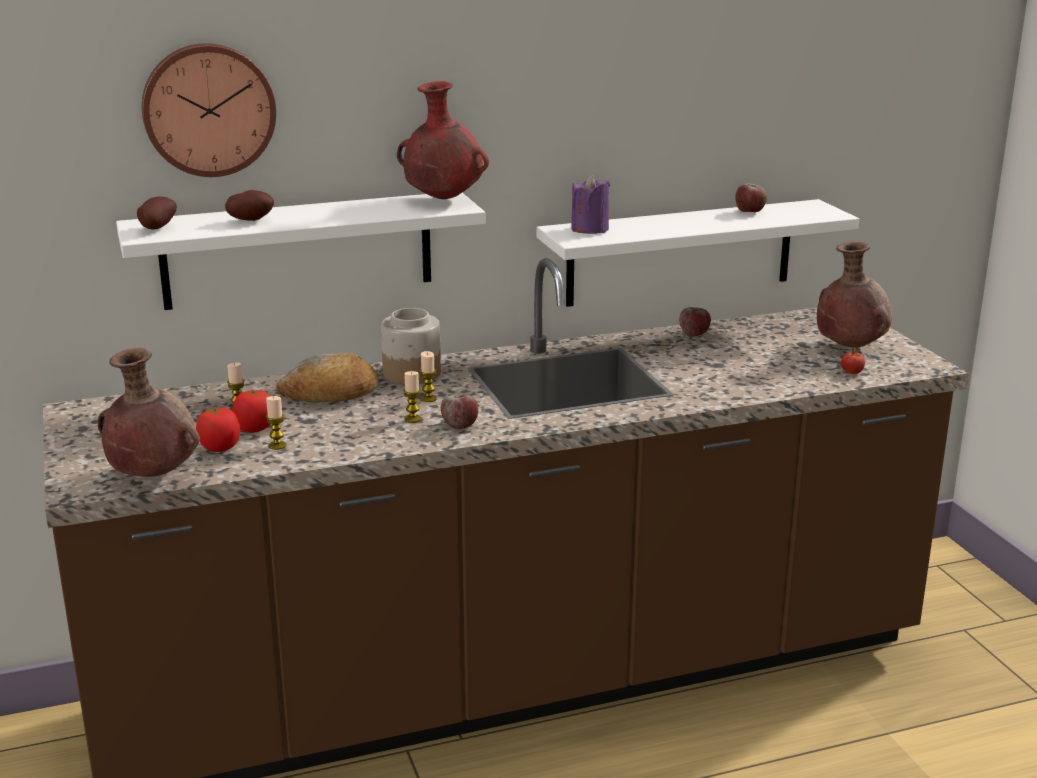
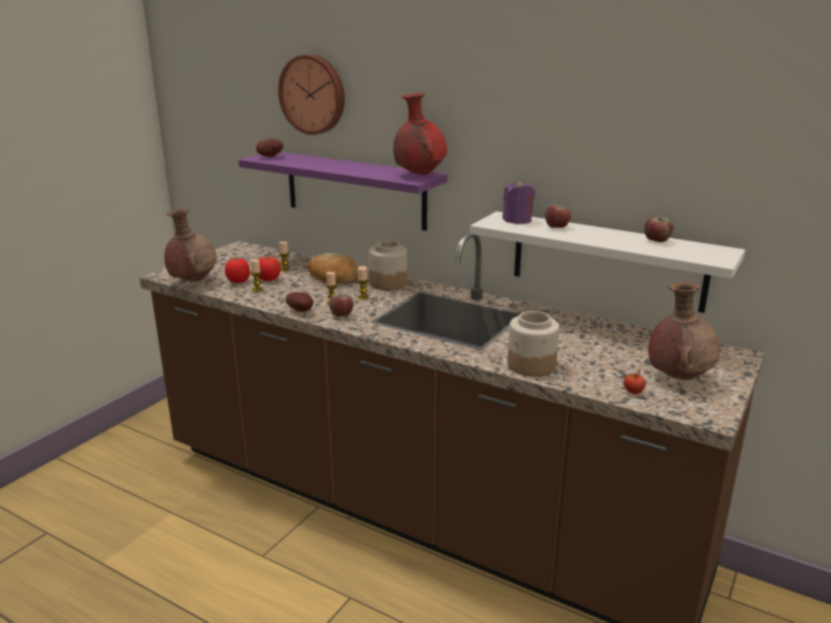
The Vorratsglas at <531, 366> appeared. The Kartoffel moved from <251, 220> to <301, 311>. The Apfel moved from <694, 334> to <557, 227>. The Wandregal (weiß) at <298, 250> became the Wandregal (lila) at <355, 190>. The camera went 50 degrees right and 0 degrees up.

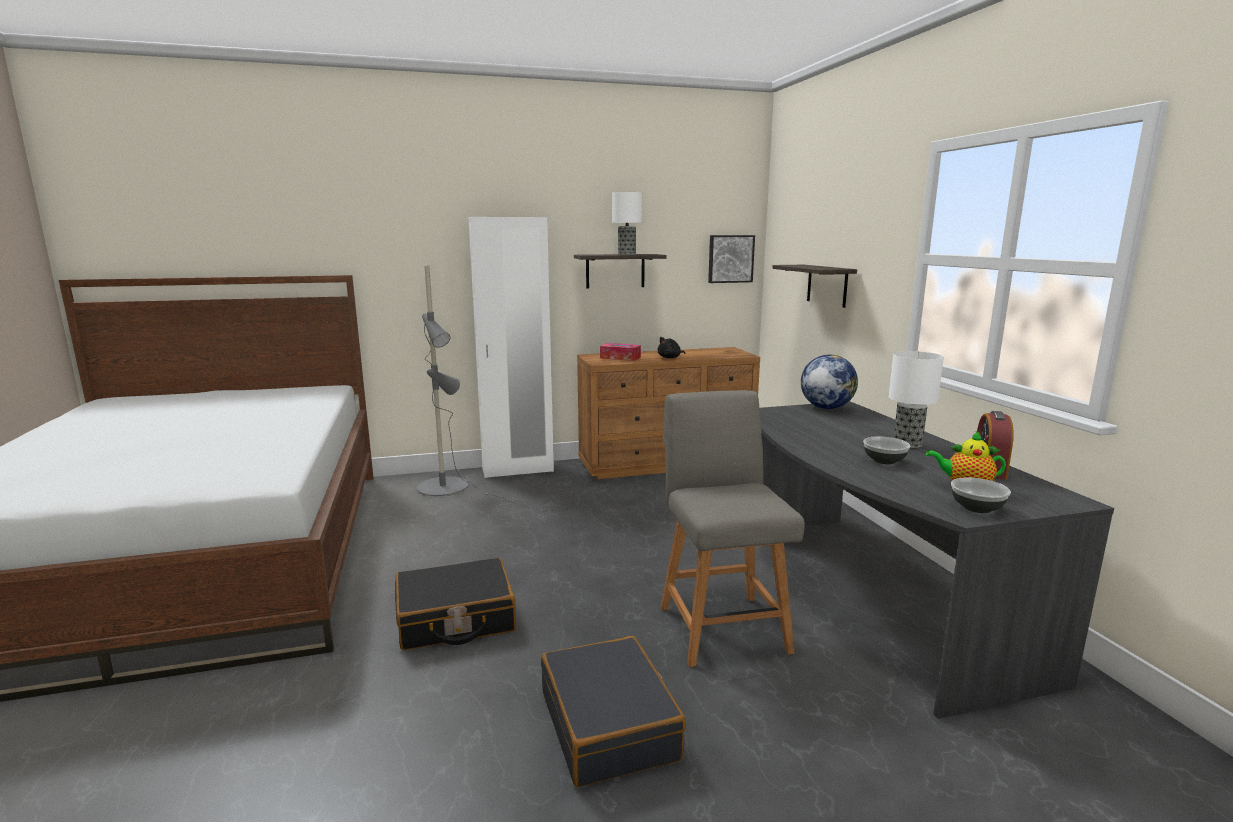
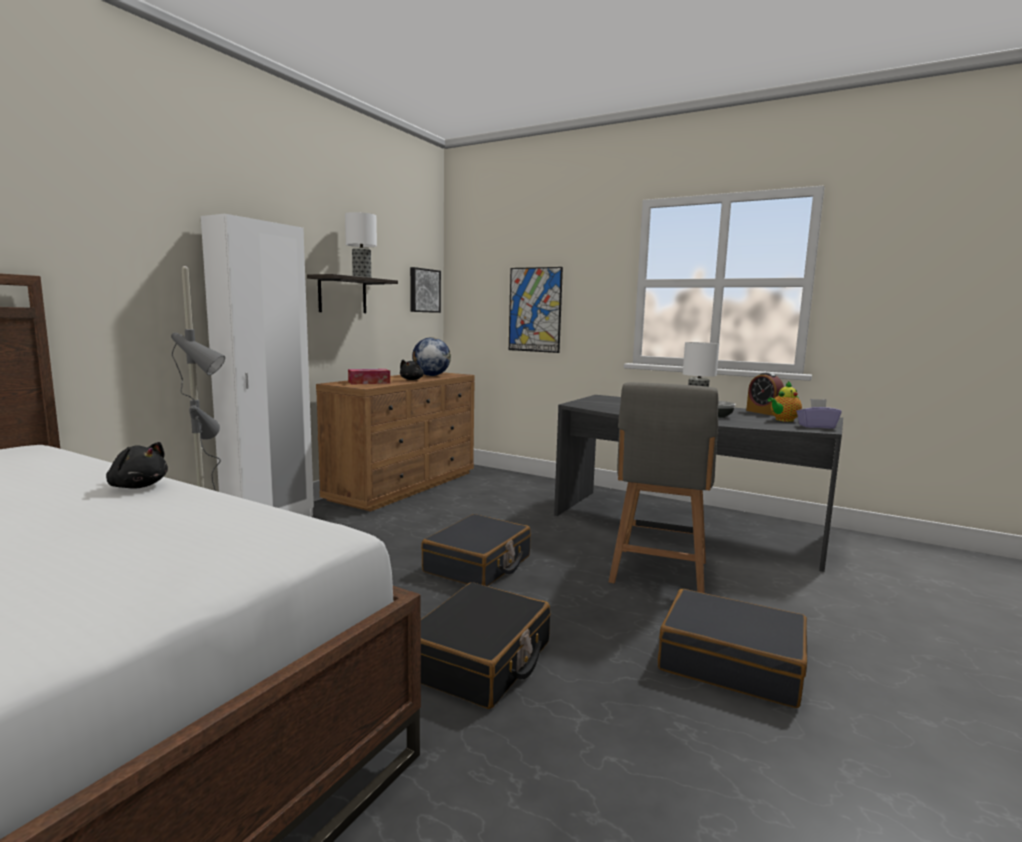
The Plüschtier (schwarz) at <137, 486> appeared. The Koffer (schwarz) at <478, 564> appeared. The Globus moved from <826, 408> to <431, 375>. The Wandregal at <827, 285> was replaced by the Bild at <535, 310>. The Schüssel at <976, 508> was replaced by the Taschentuchbox (lila) at <816, 426>. The Stuhl (grau) at <721, 626> turned 105 degrees counterclockwise. The camera went 45 degrees left and 5 degrees down.

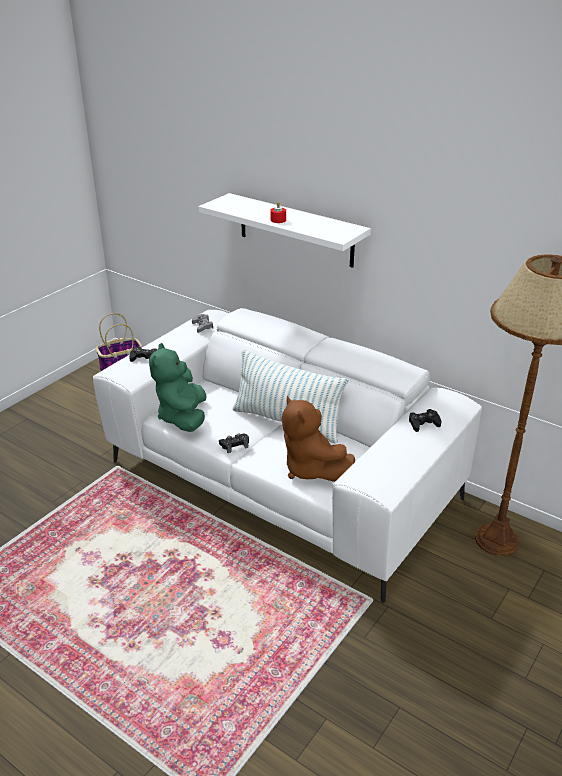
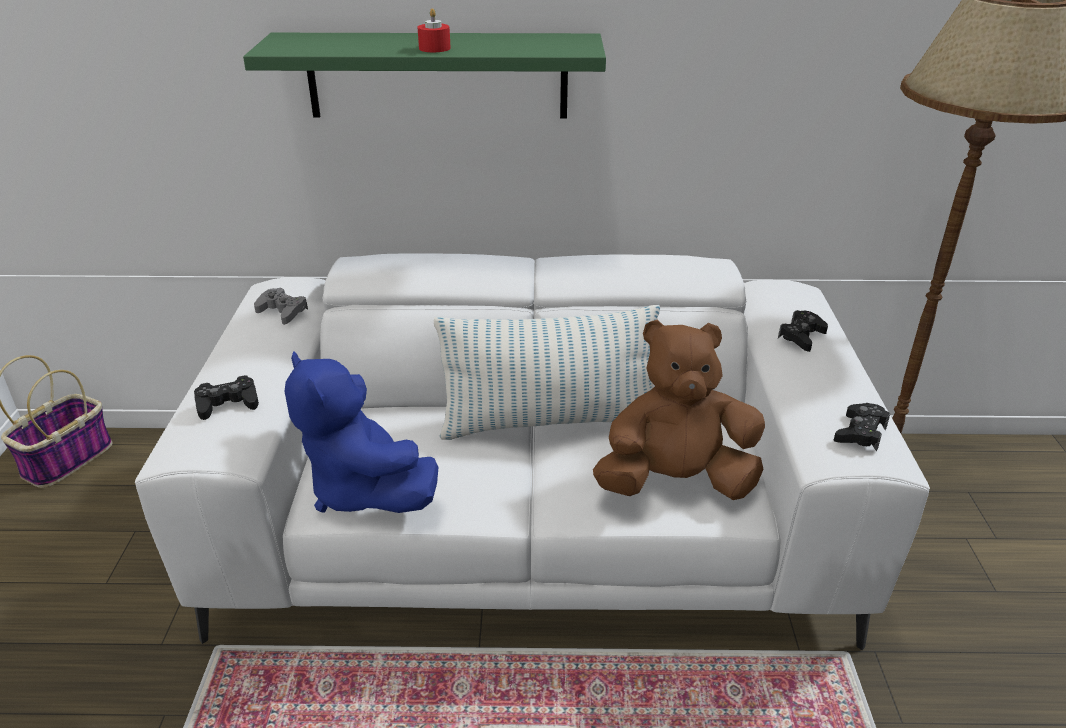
The Gamepad (schwarz) moved from <234, 445> to <860, 433>. The Plüschtier (grün) at <183, 417> became the Plüschtier (blau) at <363, 490>. The Wandregal (weiß) at <295, 230> became the Wandregal (grün) at <437, 76>. The Plüschtier (braun) at <311, 469> turned 150 degrees clockwise. The camera went 35 degrees left and 0 degrees up.

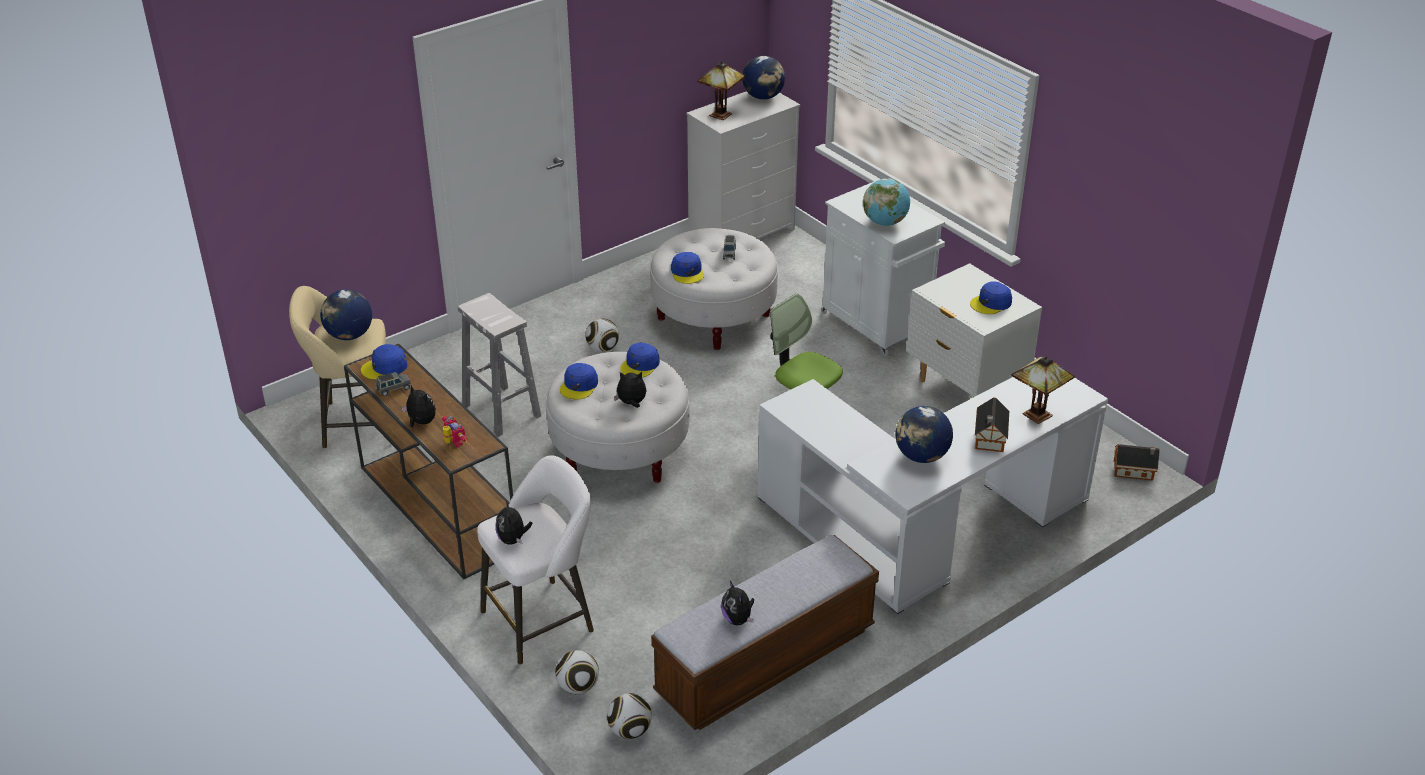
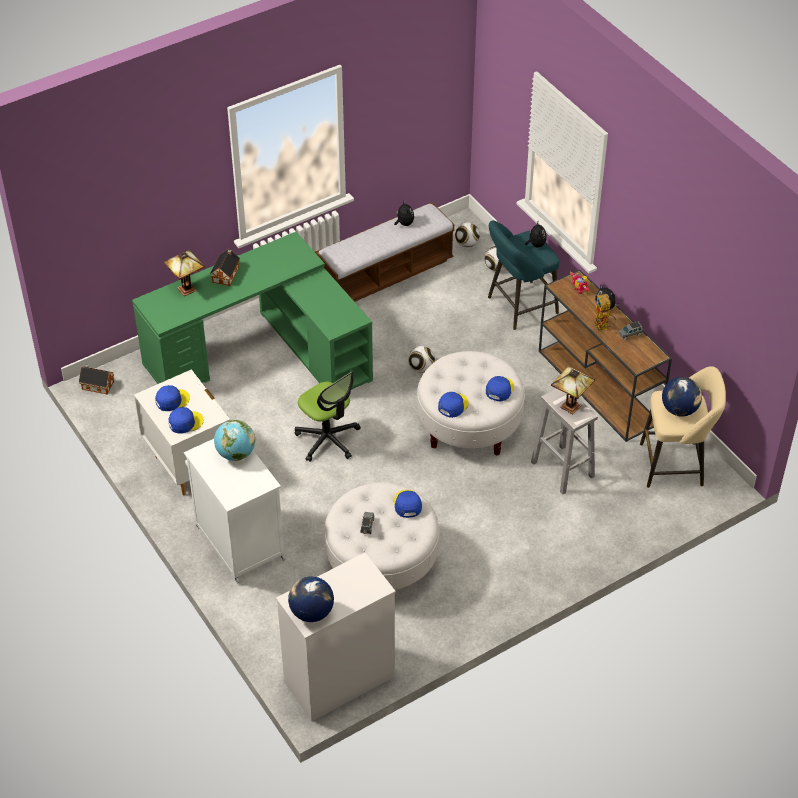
The Plüschtier at <631, 403> disappeared. The Globus at <921, 456> disappeared. The Spielzeugroboter at <603, 328> appeared. The Kappe (blau) moved from <385, 367> to <185, 422>. The Fußball moved from <602, 348> to <421, 368>. The Tischlampe moved from <720, 114> to <570, 407>. The Hocker (weiß) at <543, 619> became the Hocker (türkis) at <519, 307>. The Schreibtisch (weiß) at <923, 528> became the Schreibtisch (grün) at <264, 351>. The camera went 175 degrees left and 10 degrees up.

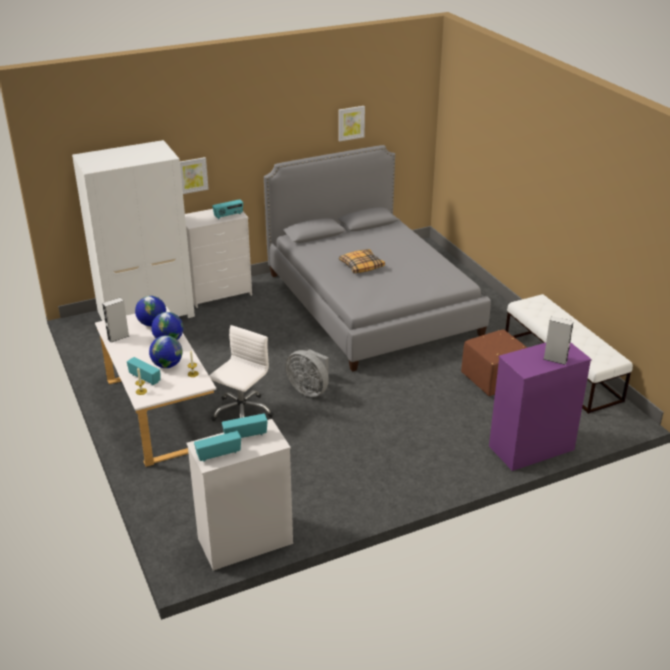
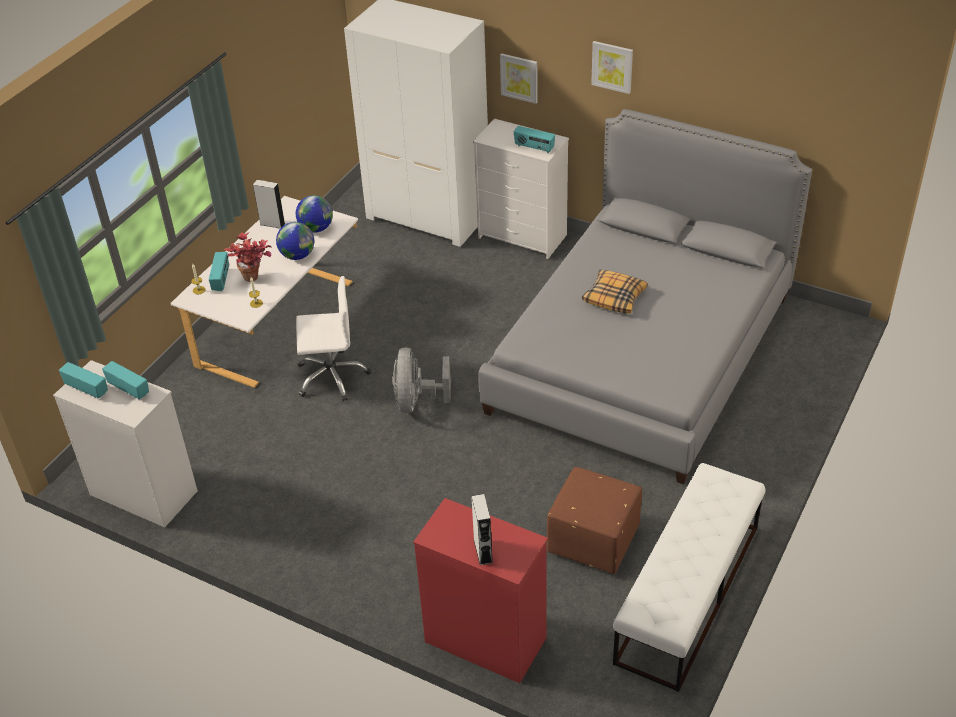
The Bild moved from <351, 123> to <612, 66>. The Globus at <167, 365> was replaced by the Topfpflanze at <255, 279>. The Kommode (lila) at <530, 448> became the Kommode (rot) at <484, 639>. The camera went 55 degrees right and 10 degrees up.

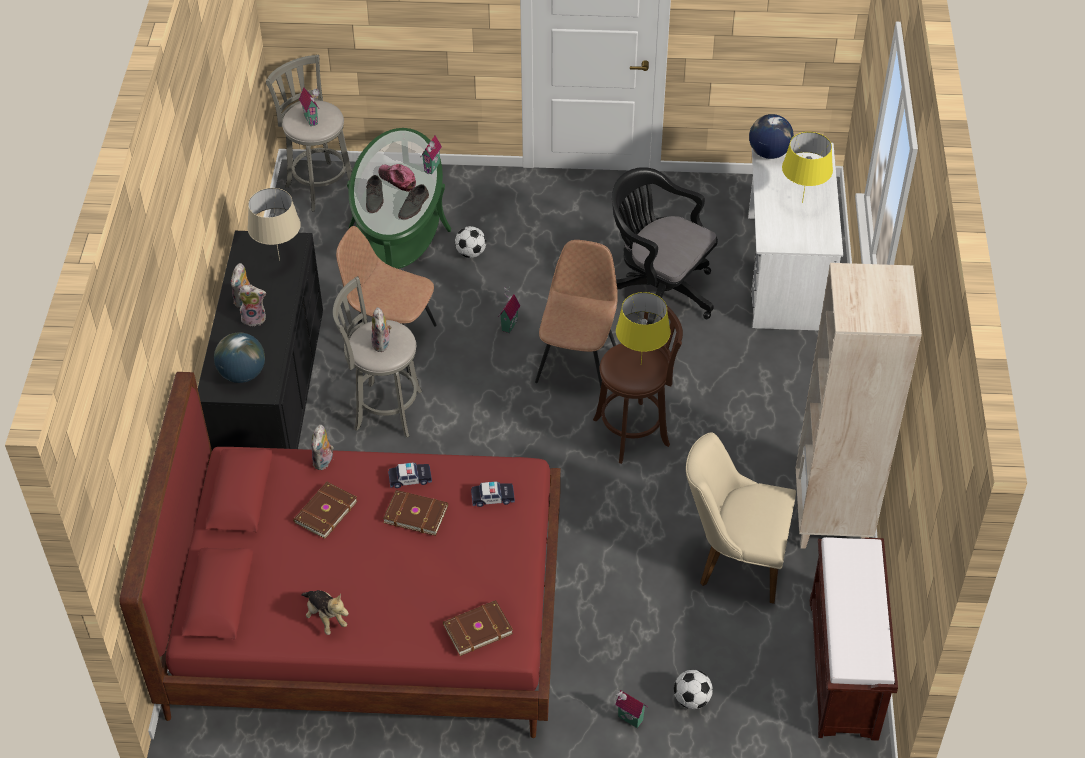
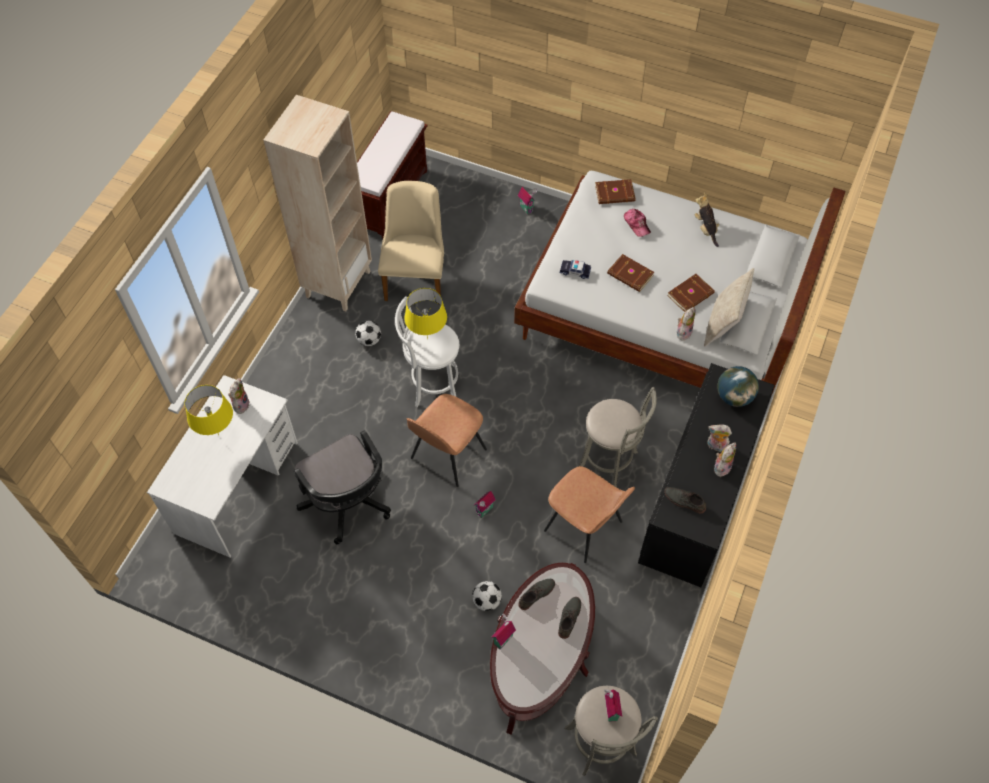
The Spielzeugauto at <410, 478> disappeared. The Globus at <768, 153> disappeared. The Kissen (beige) at <723, 325> appeared. The Plüschtier moved from <382, 344> to <240, 404>. The Kappe moved from <397, 179> to <636, 224>. The Fußball moved from <691, 699> to <369, 340>. The Tischlampe (beige) at <279, 260> was replaced by the Schuh (grau) at <684, 501>. The Bett (rot) at <368, 615> became the Bett (weiß) at <663, 311>. The Couchtisch (grün) at <399, 228> became the Couchtisch (braun) at <540, 655>. The Hocker (braun) at <635, 431> became the Hocker (weiß) at <432, 385>. The Stuhl (beige) at <733, 560> turned 120 degrees counterclockwise. The camera went 160 degrees left and 10 degrees up.

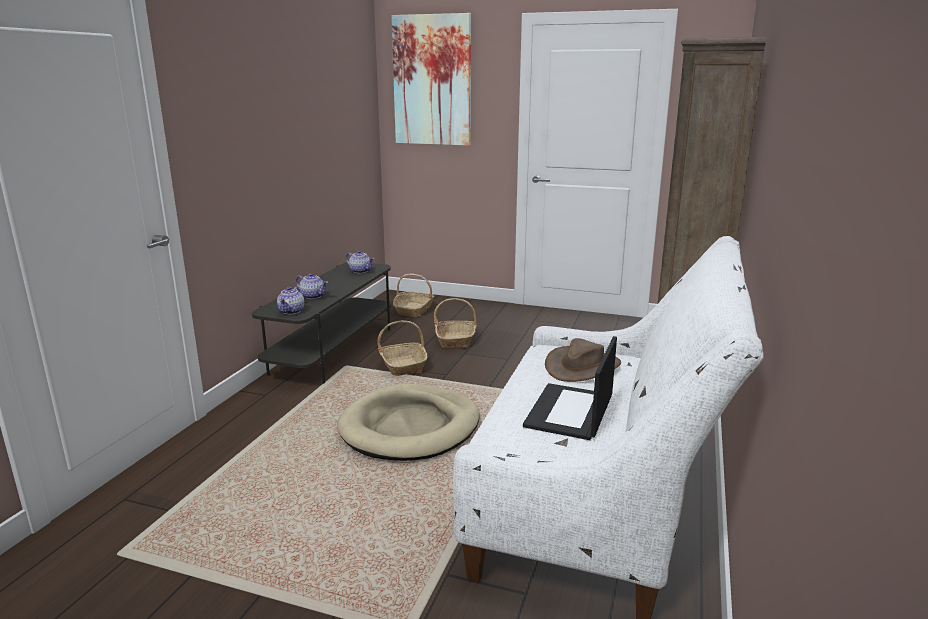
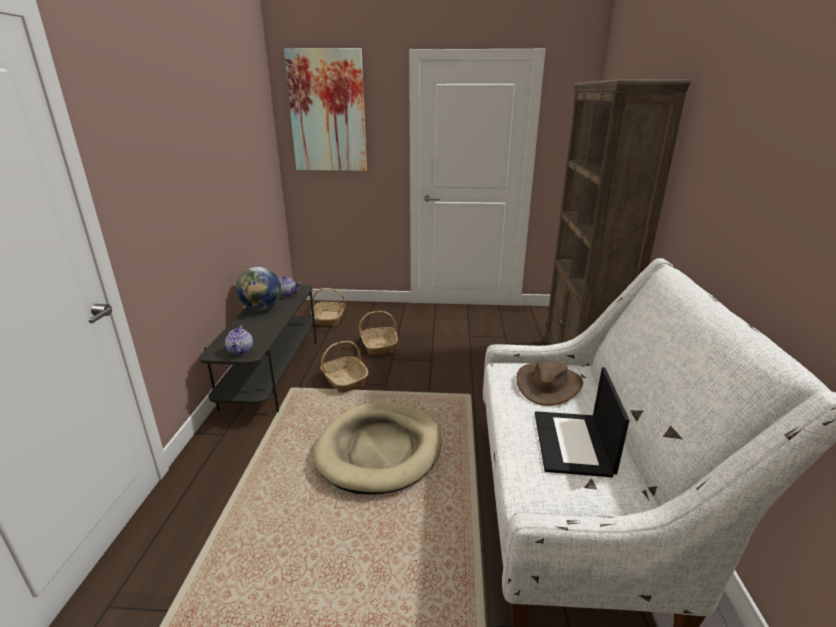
The Teekanne at <313, 296> disappeared. The Globus at <262, 308> appeared. The camera went 15 degrees left and 5 degrees up.

